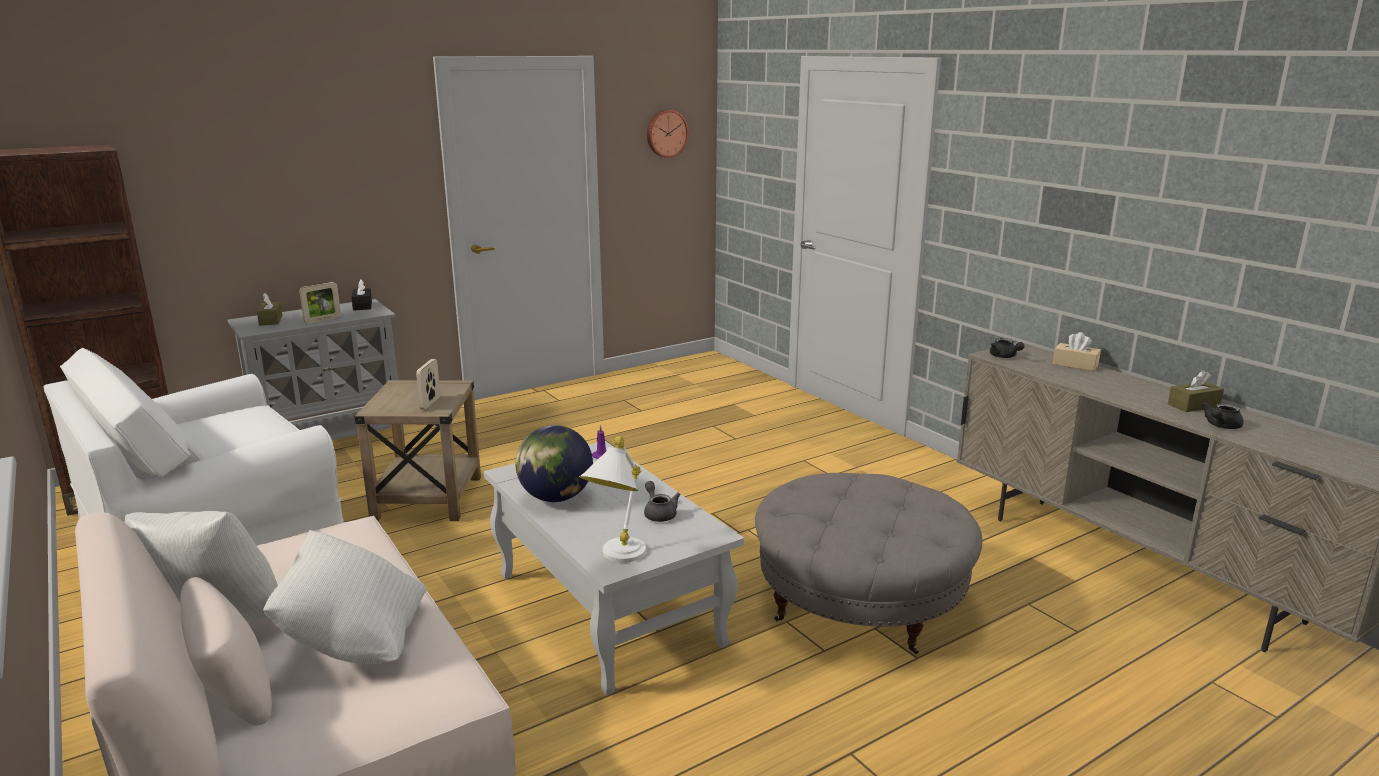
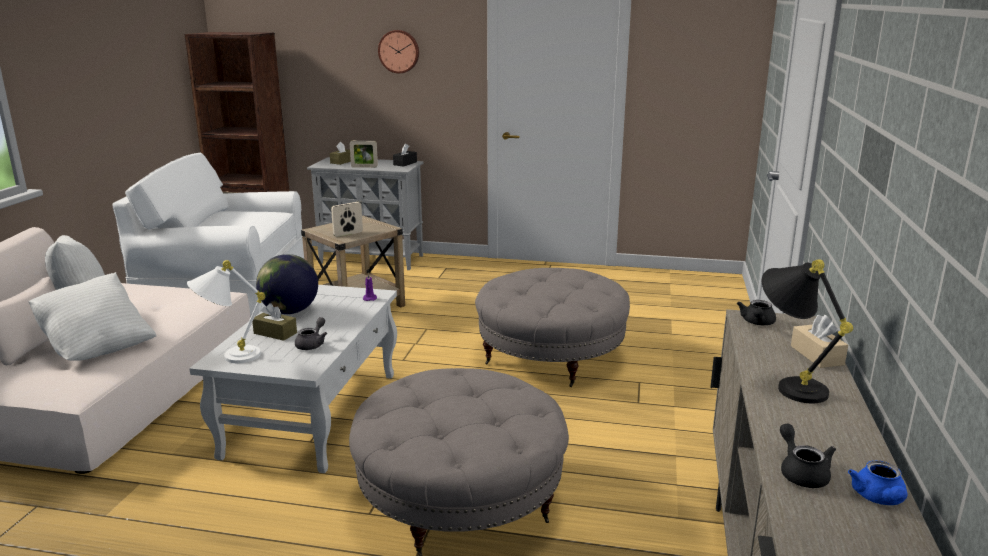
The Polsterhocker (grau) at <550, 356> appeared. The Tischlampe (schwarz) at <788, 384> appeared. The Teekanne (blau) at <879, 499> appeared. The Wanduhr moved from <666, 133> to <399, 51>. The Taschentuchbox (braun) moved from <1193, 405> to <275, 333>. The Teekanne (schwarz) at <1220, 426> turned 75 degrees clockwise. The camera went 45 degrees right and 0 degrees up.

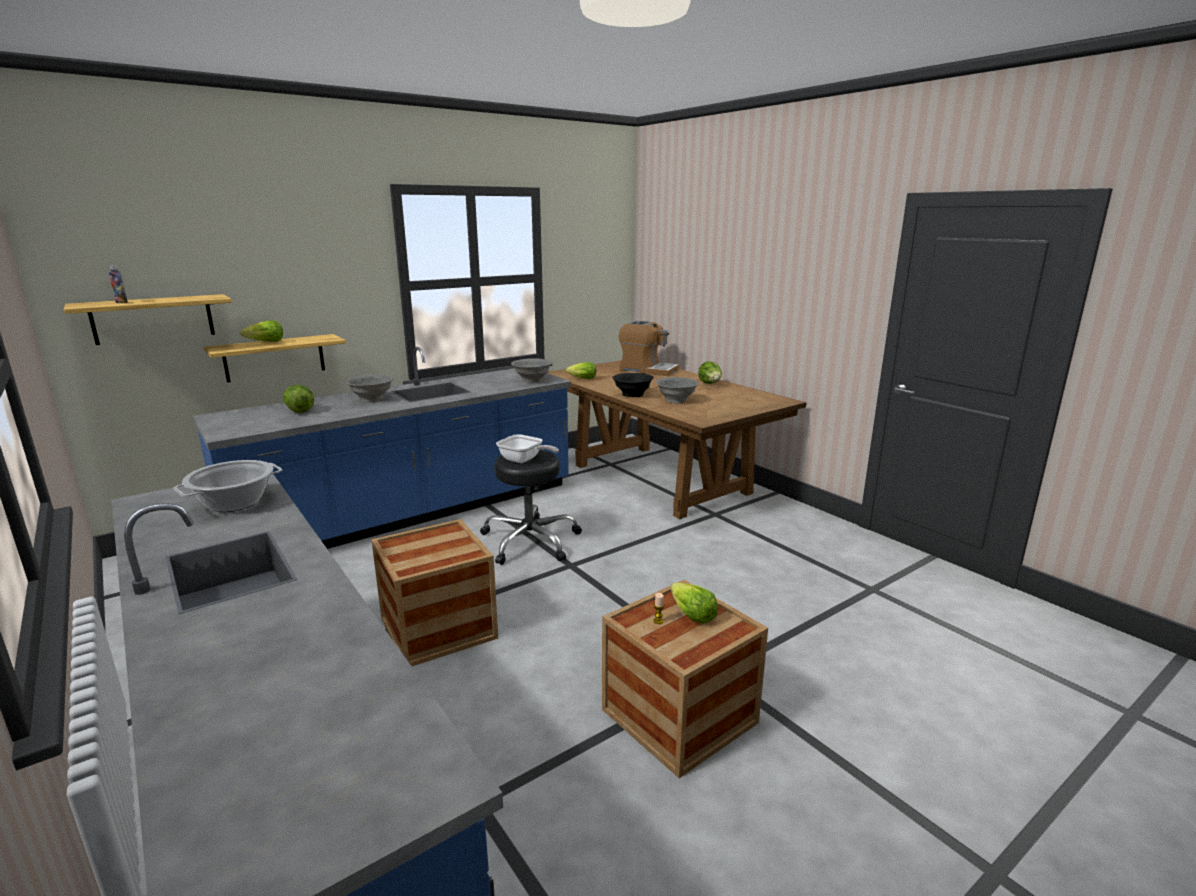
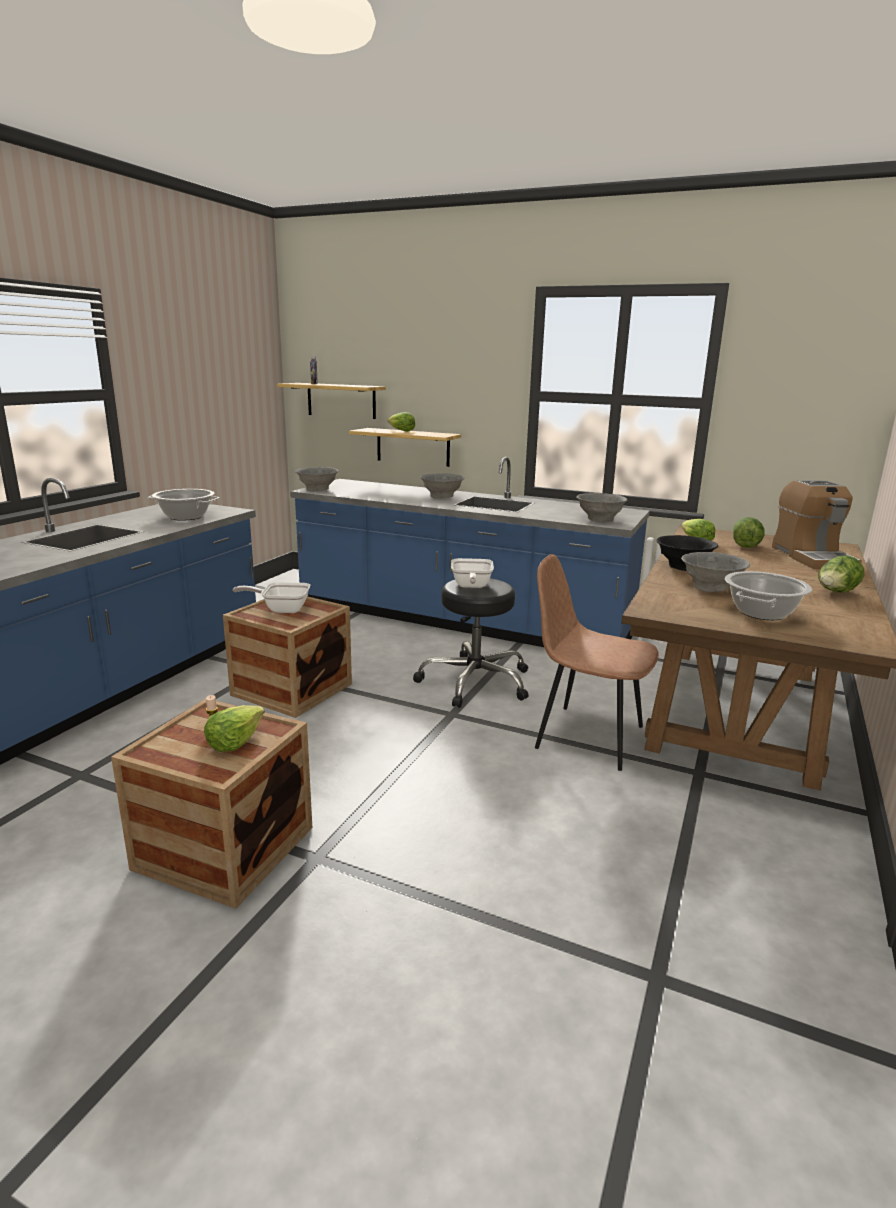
The Pfanne at <281, 609> appeared. The Schüssel (grau) at <317, 489> appeared. The Stuhl (braun) at <586, 736> appeared. The Kochtopf at <761, 612> appeared. The Salatkopf moved from <300, 411> to <746, 545>. The camera went 60 degrees right and 0 degrees up.

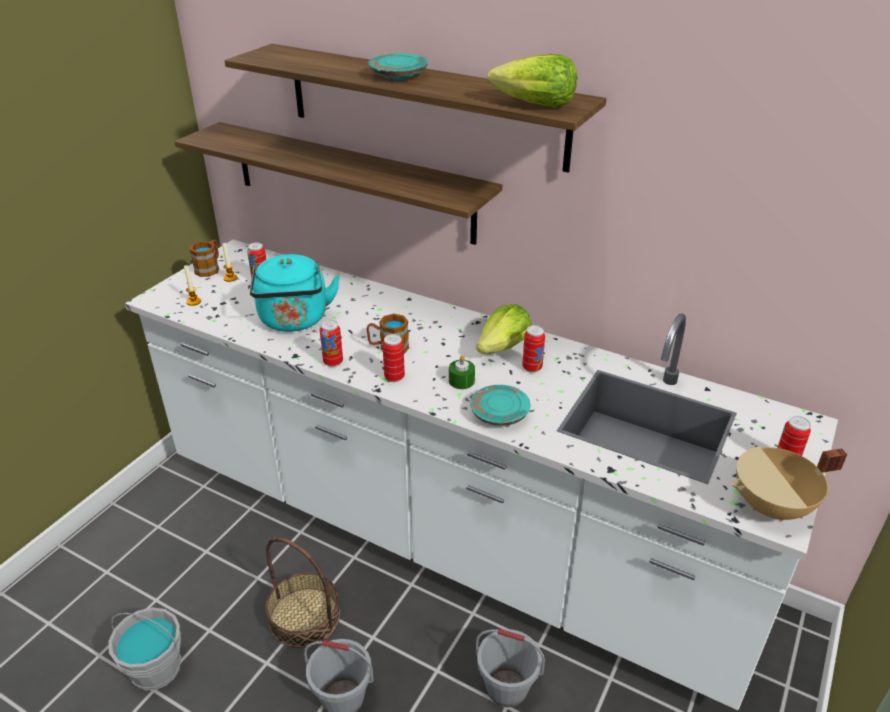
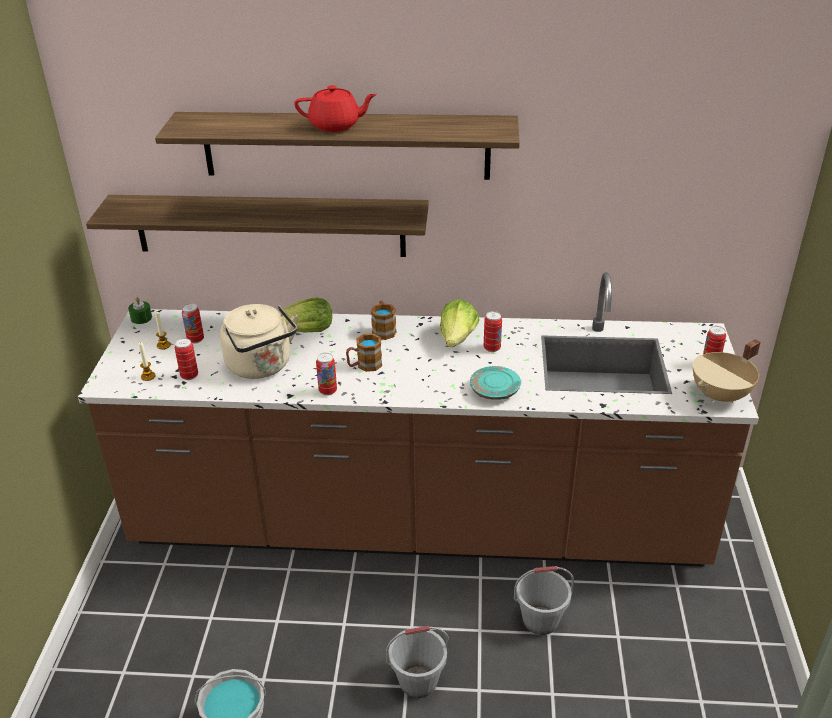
The Korb at <304, 616> disappeared. The Henkelbecher moved from <210, 268> to <383, 329>. The Dose moved from <394, 377> to <189, 376>. The Kerze (grün) moved from <461, 381> to <141, 318>. The Salatkopf moved from <534, 105> to <306, 331>. The Teller (türkis) at <398, 76> was replaced by the Teekanne (rot) at <336, 125>. The Küchenzeile (weiß) at <445, 535> became the Küchenzeile (braun) at <418, 526>. The Wasserkessel (türkis) at <294, 321> became the Wasserkessel (beige) at <261, 367>. The camera went 25 degrees left and 0 degrees up.

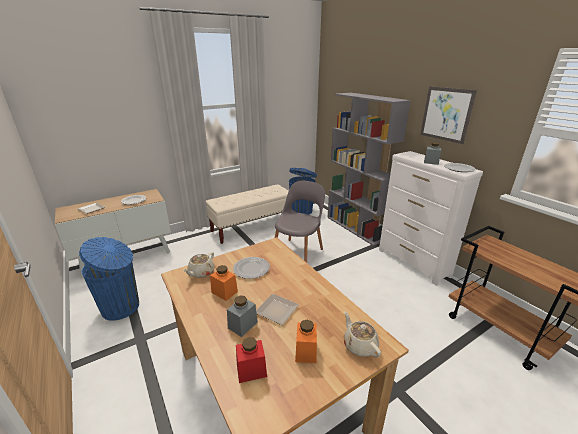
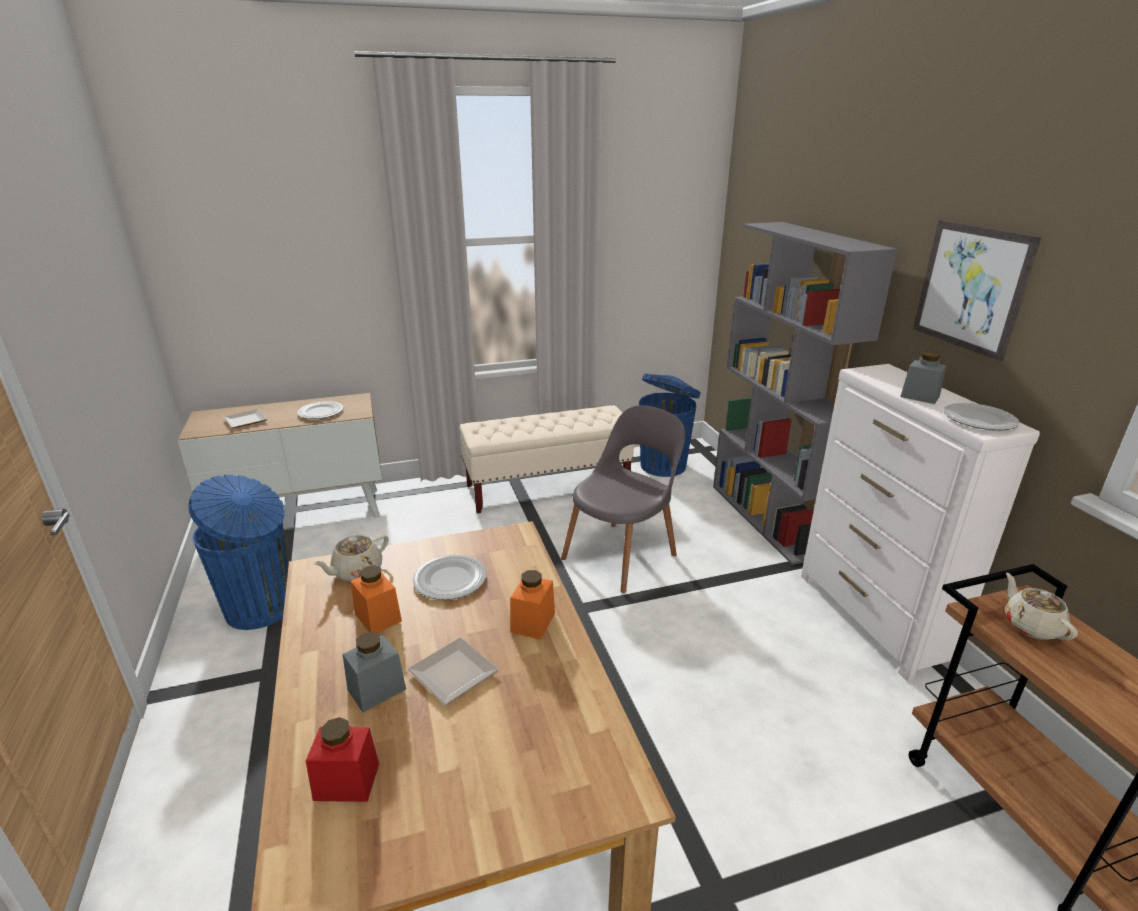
The Vorratsglas (orange) moved from <306, 351> to <533, 622>. The Teekanne (beige) moved from <359, 345> to <1031, 625>. The camera went 15 degrees right and 0 degrees up.

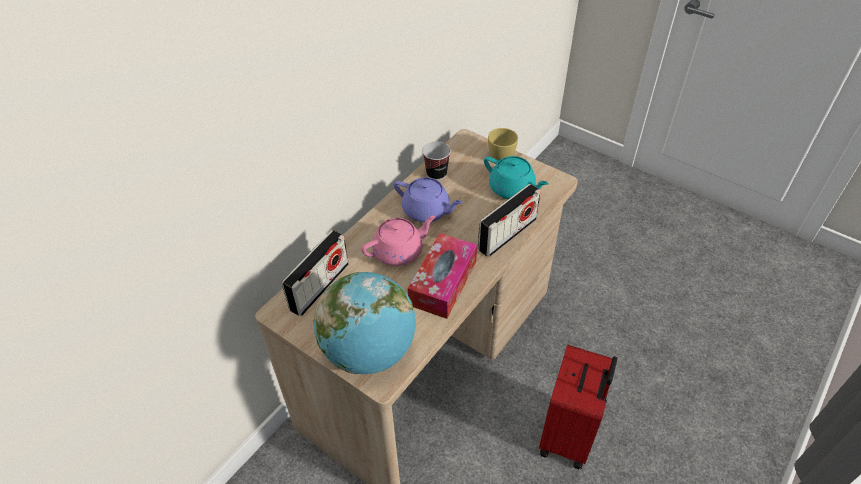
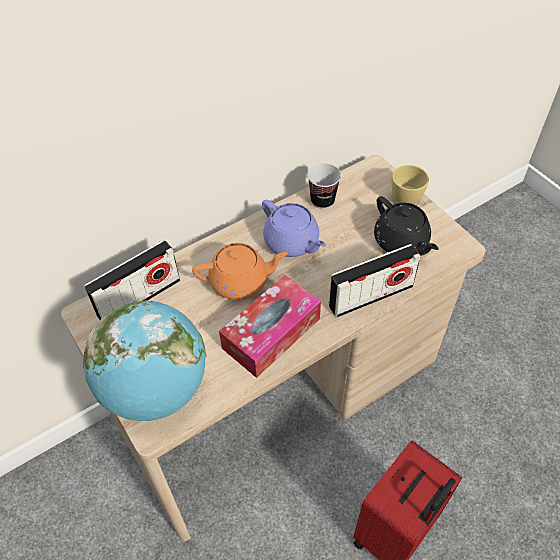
The Teekanne (rosa) at <399, 251> became the Teekanne (orange) at <240, 281>. The Teekanne (türkis) at <512, 189> became the Teekanne (schwarz) at <401, 242>. The camera went 20 degrees right and 5 degrees up.

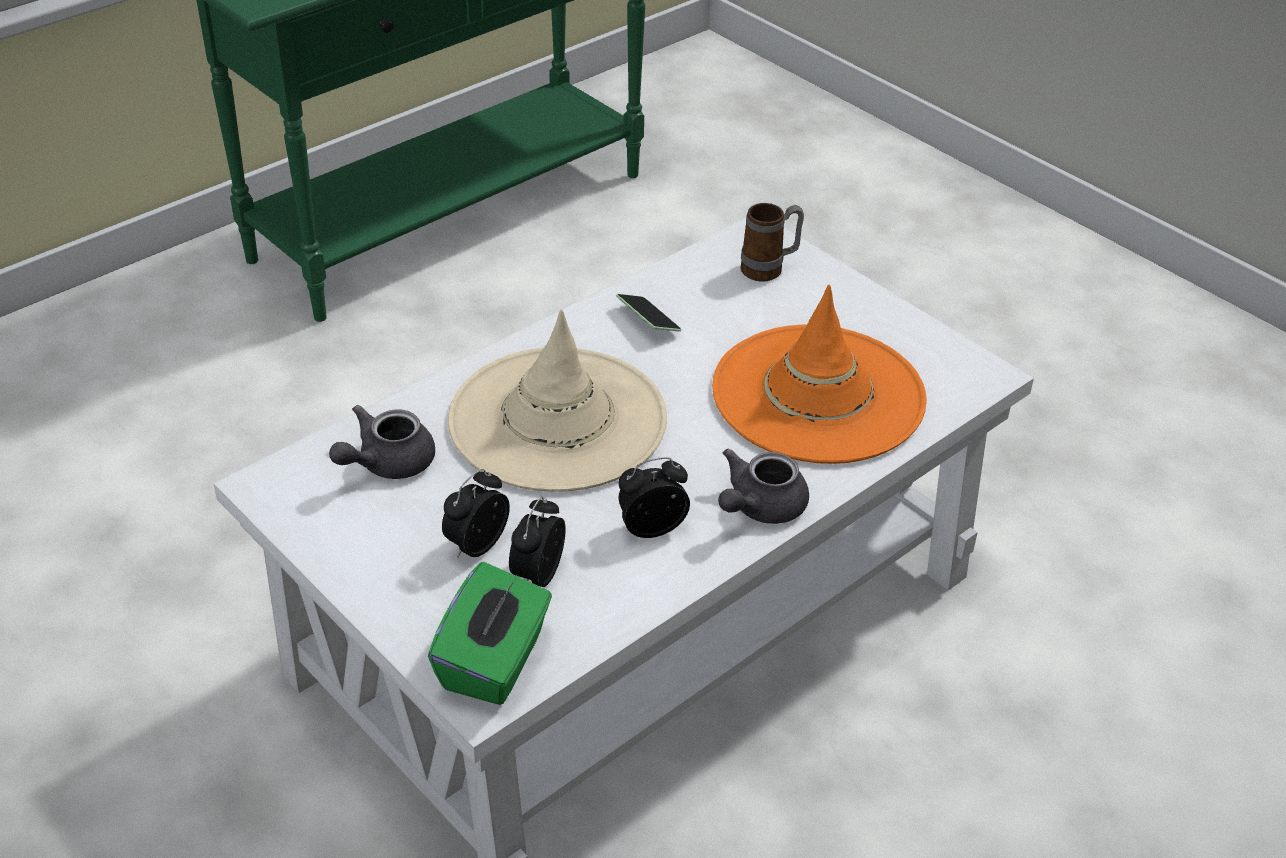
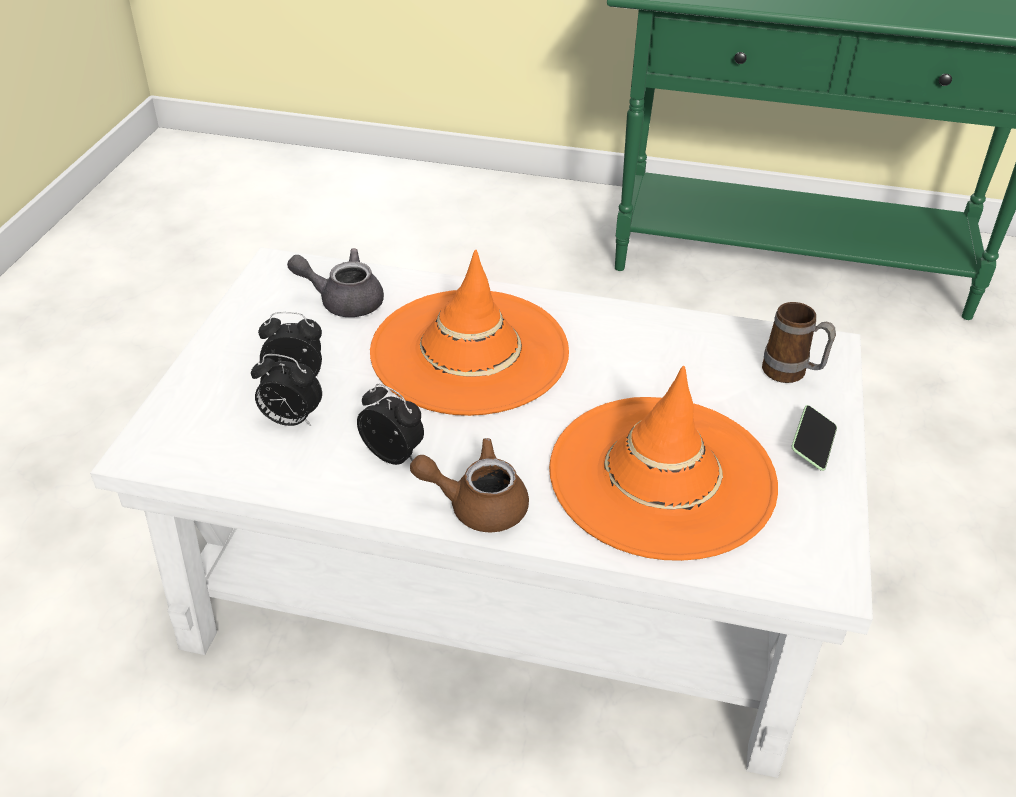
The Taschentuchbox (grün) at <494, 662> disappeared. The Handy moved from <648, 321> to <812, 446>. The Hut (beige) at <557, 420> became the Hut (orange) at <469, 351>. The Teekanne (grau) at <759, 507> became the Teekanne (braun) at <477, 505>. The Wecker at <537, 574> turned 150 degrees counterclockwise. The camera went 55 degrees right and 0 degrees up.

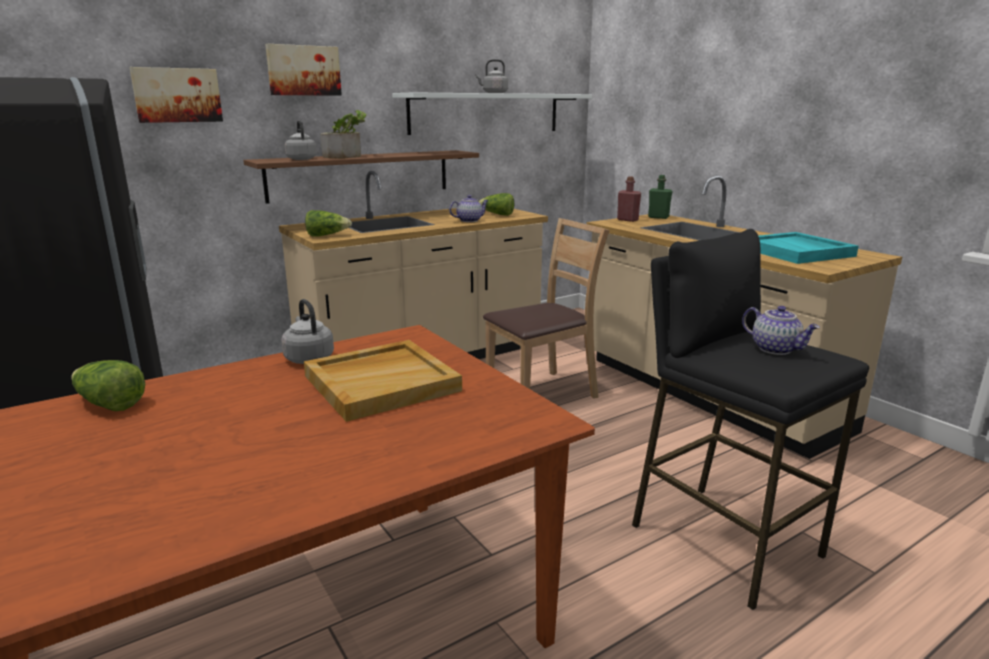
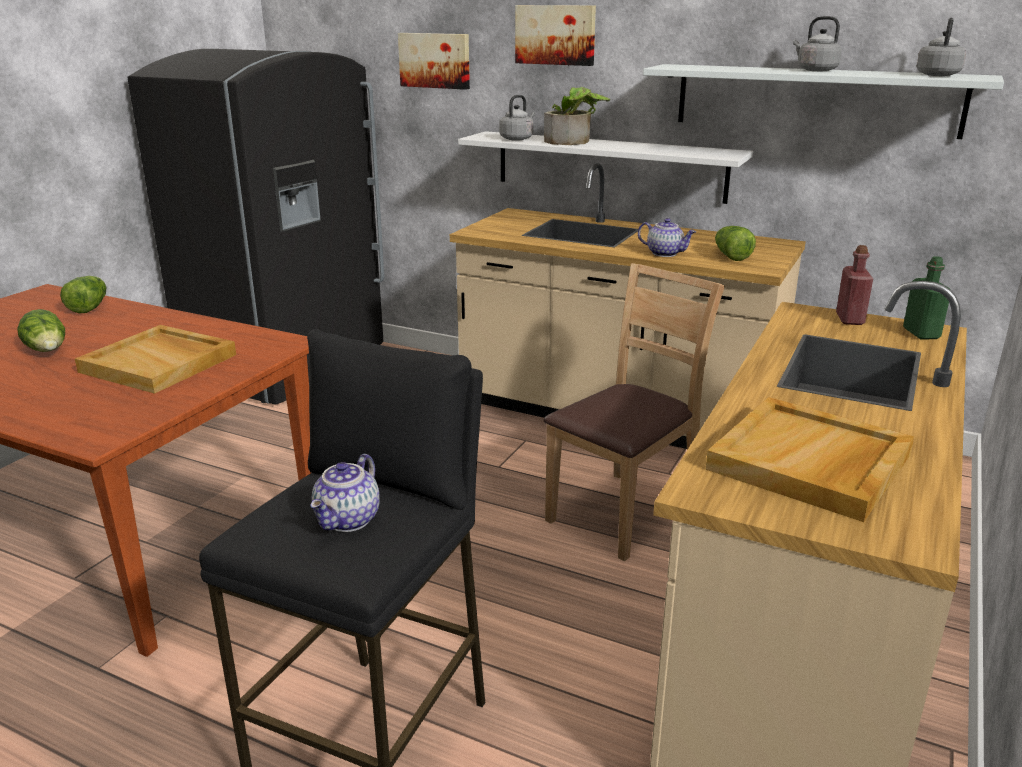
The Wasserkessel (grau) moved from <308, 358> to <938, 75>. The Salatkopf moved from <327, 235> to <48, 351>. The Wandregal (braun) at <360, 175> became the Wandregal (weiß) at <609, 166>. The Tablett (türkis) at <797, 252> became the Tablett (beige) at <810, 463>. The Stuhl (braun) at <542, 393> turned 75 degrees counterclockwise. The camera went 60 degrees right and 5 degrees up.

